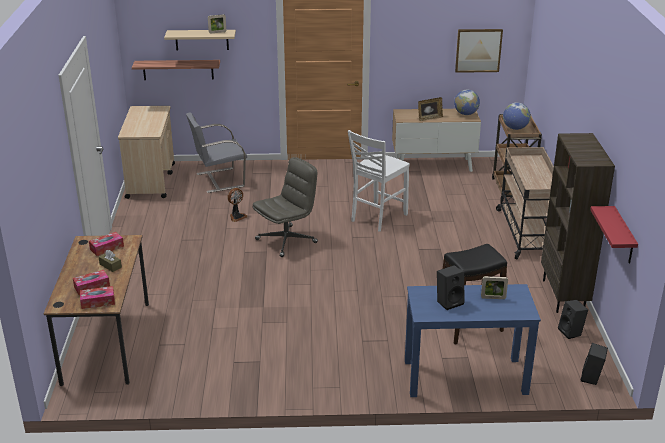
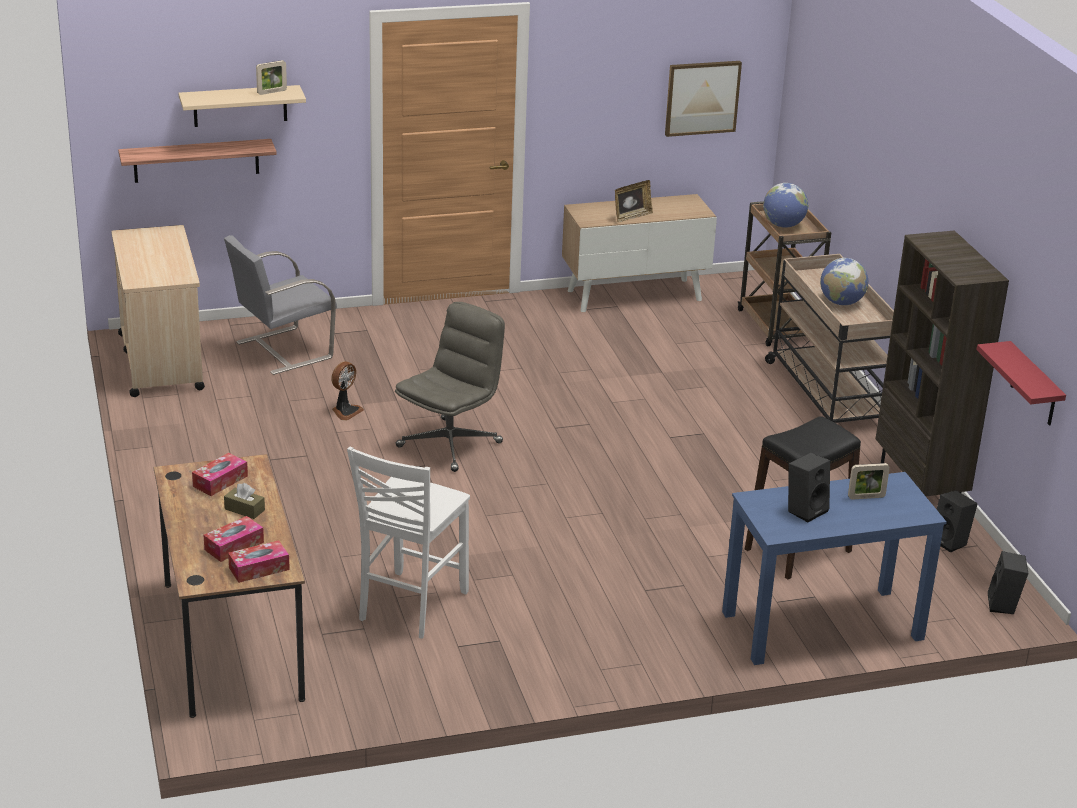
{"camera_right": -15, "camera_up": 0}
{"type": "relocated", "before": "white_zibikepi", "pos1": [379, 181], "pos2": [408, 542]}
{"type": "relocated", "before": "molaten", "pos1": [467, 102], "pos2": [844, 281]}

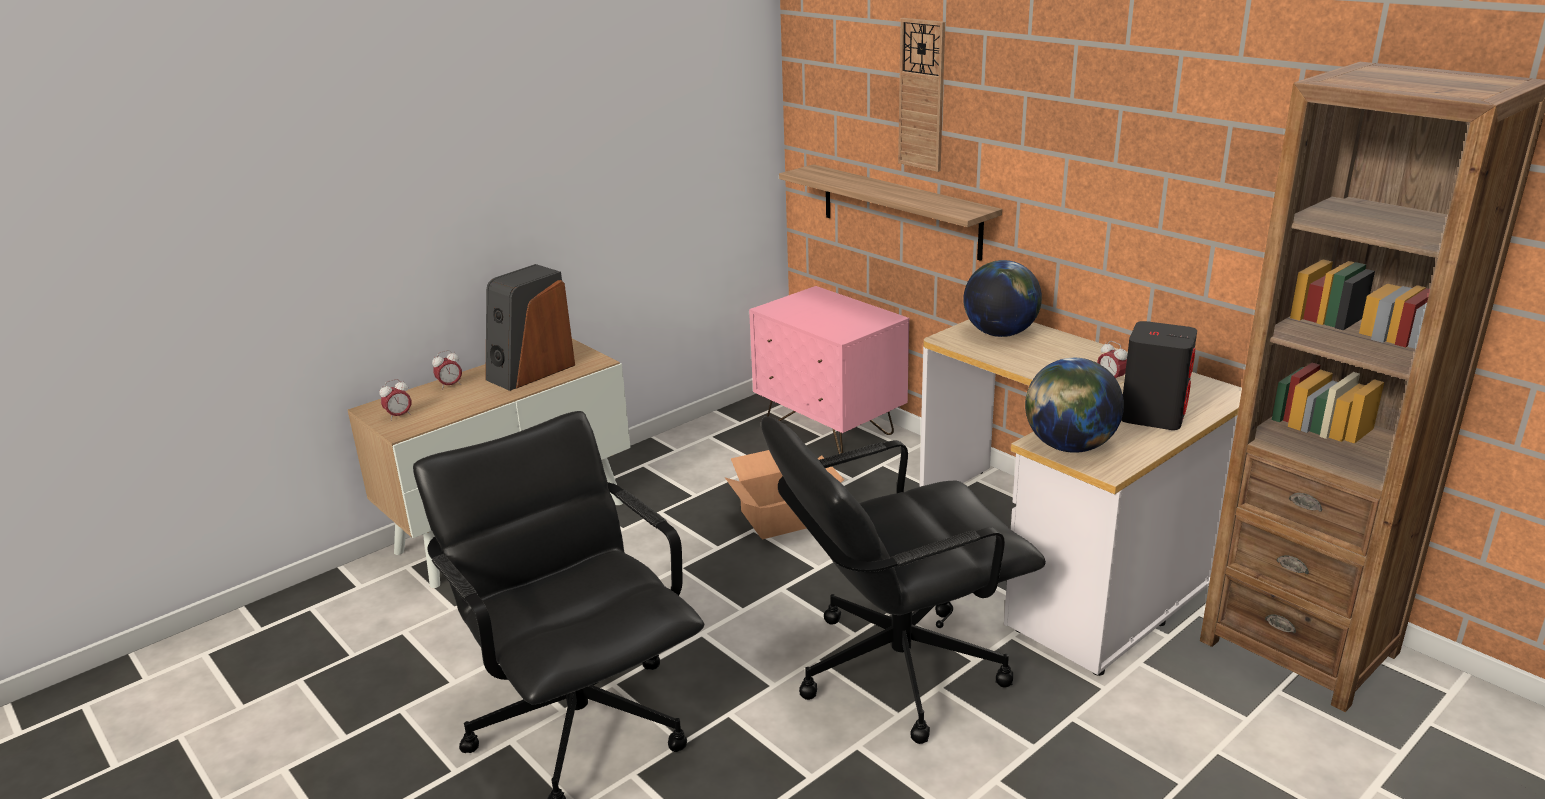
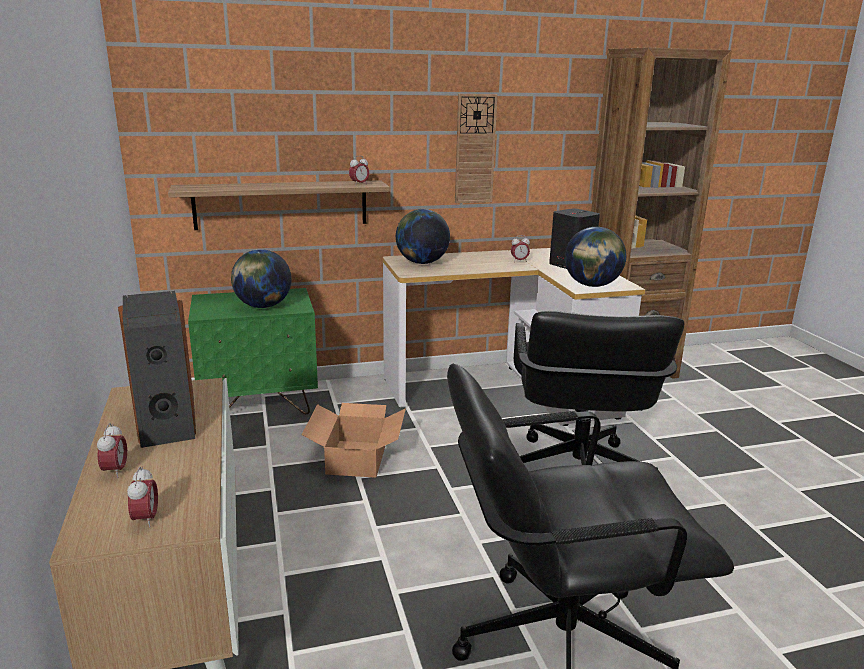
{"camera_right": -65, "camera_up": -5}
{"type": "colour", "before": "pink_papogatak", "after": "green_papogatak", "pos1": [829, 370], "pos2": [253, 351]}
{"type": "appeared", "after": "molaten", "pos2": [261, 278]}
{"type": "appeared", "after": "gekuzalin", "pos2": [359, 171]}
{"type": "relocated", "before": "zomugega", "pos1": [921, 95], "pos2": [476, 148]}

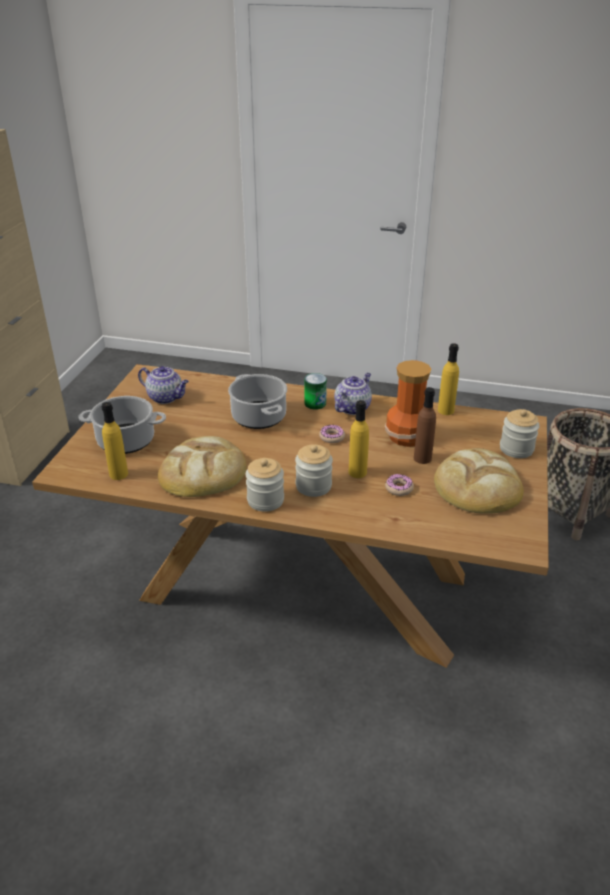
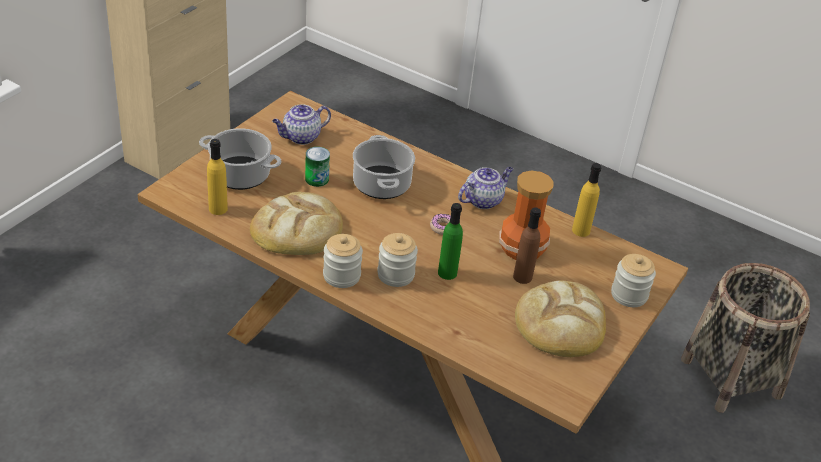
{"camera_right": 15, "camera_up": 5}
{"type": "spun", "before": "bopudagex", "pos1": [163, 385], "pos2": [301, 124], "turn": 105}
{"type": "relocated", "before": "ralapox", "pos1": [316, 391], "pos2": [317, 167]}
{"type": "colour", "before": "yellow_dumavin", "after": "green_dumavin", "pos1": [358, 439], "pos2": [450, 241]}
{"type": "missing", "before": "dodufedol", "pos1": [399, 485]}

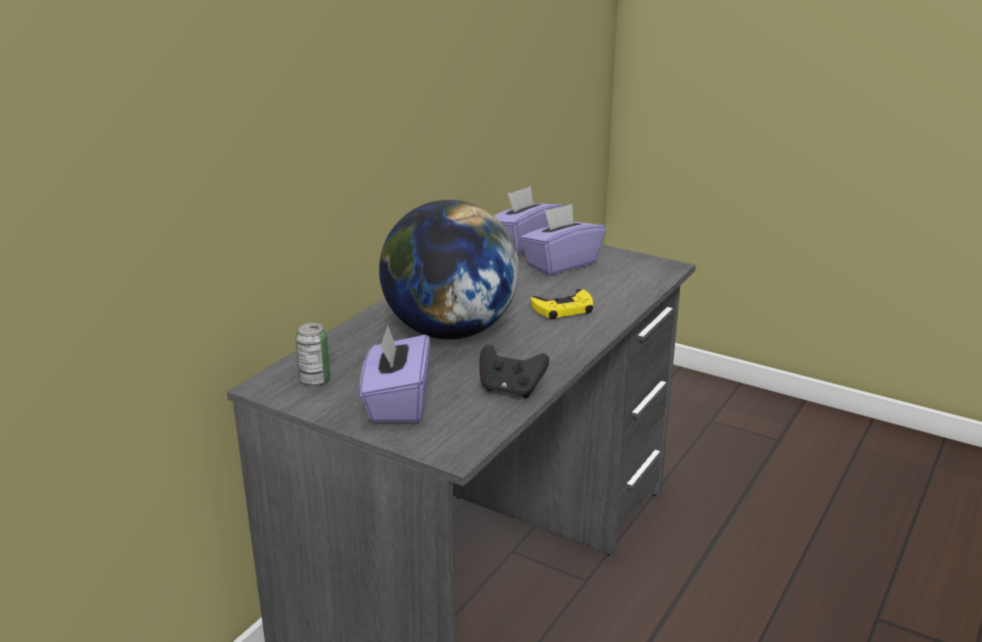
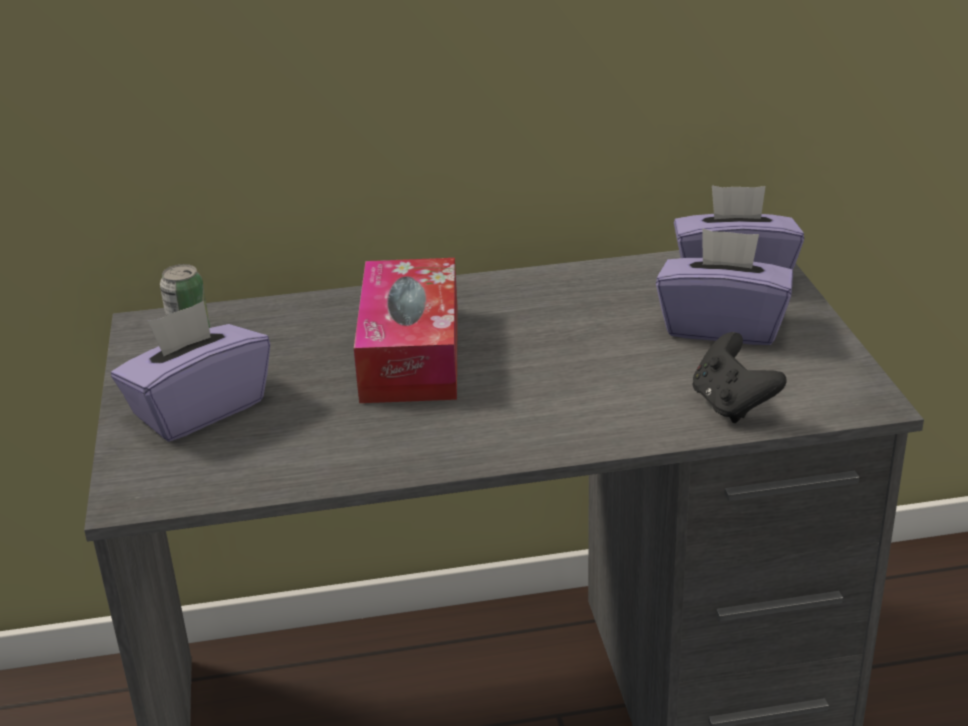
{"camera_right": 50, "camera_up": 5}
{"type": "exchanged", "before": "molaten", "after": "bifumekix", "pos1": [449, 270], "pos2": [406, 330]}
{"type": "relocated", "before": "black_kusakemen", "pos1": [514, 371], "pos2": [740, 377]}
{"type": "missing", "before": "yellow_kusakemen", "pos1": [562, 304]}

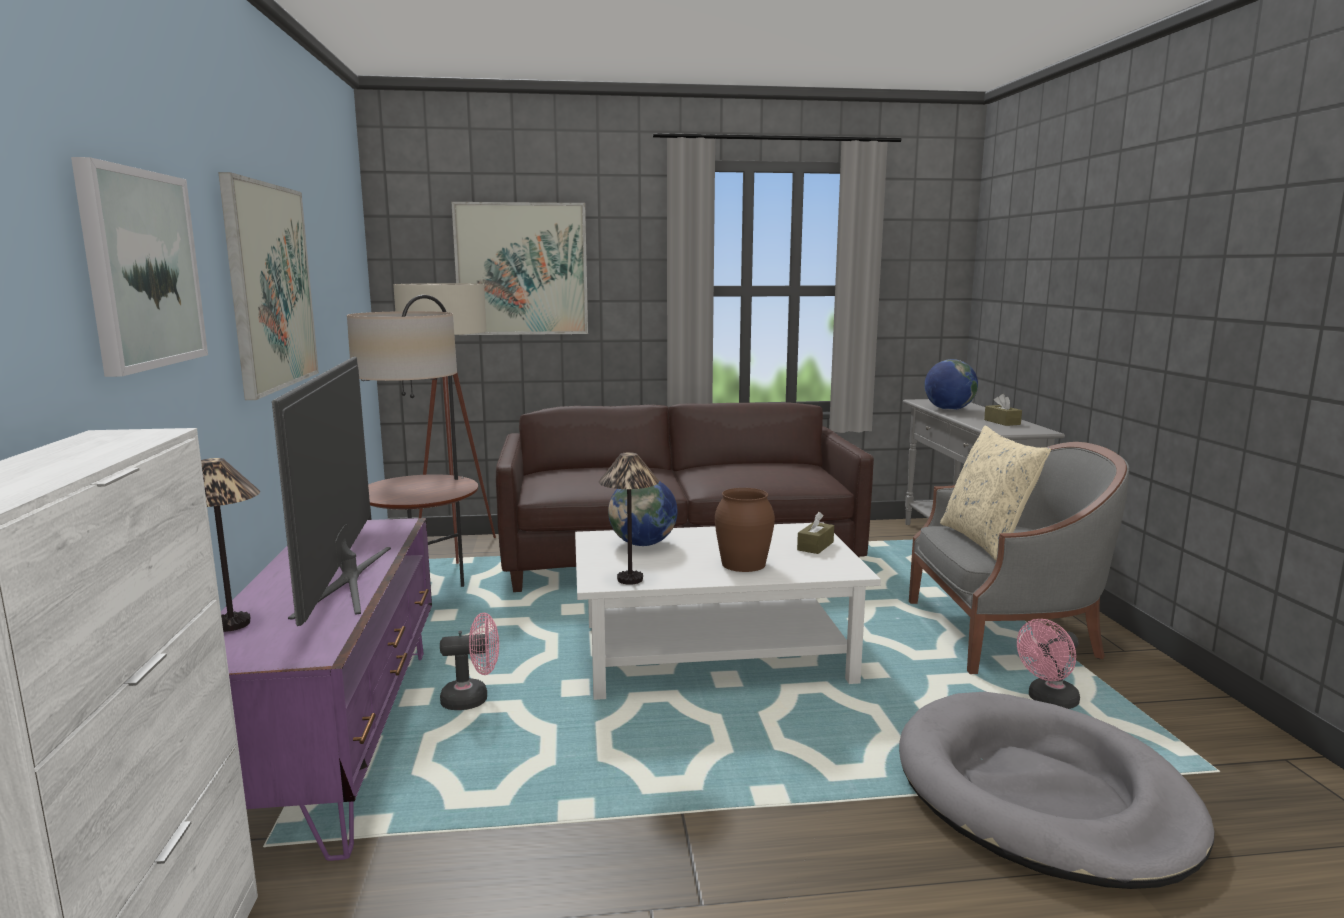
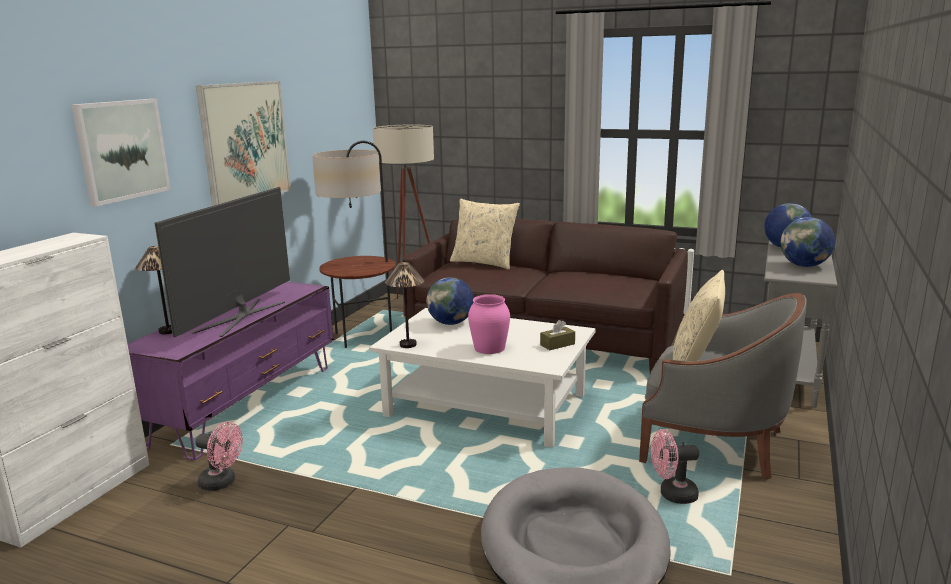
{"camera_right": 30, "camera_up": 5}
{"type": "relocated", "before": "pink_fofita", "pos1": [469, 661], "pos2": [219, 456]}
{"type": "appeared", "after": "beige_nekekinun", "pos2": [485, 234]}
{"type": "colour", "before": "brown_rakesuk", "after": "pink_rakesuk", "pos1": [745, 530], "pos2": [489, 324]}
{"type": "exchanged", "before": "brown_bifumekix", "after": "molaten", "pos1": [1003, 410], "pos2": [808, 242]}
{"type": "missing", "before": "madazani", "pos1": [520, 268]}

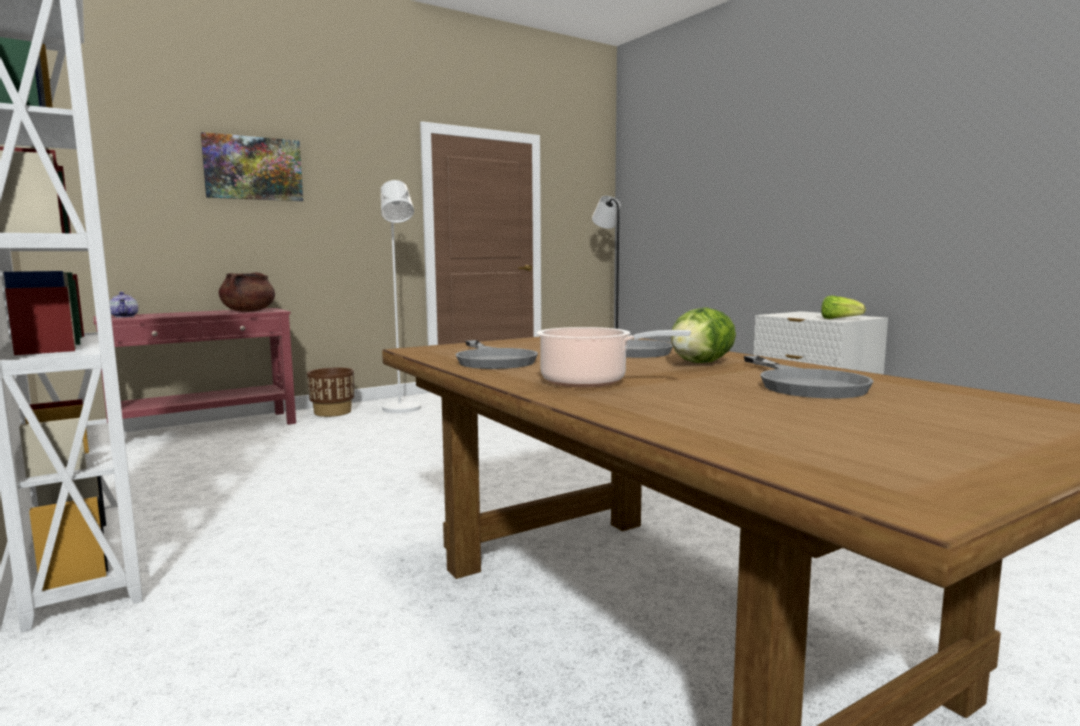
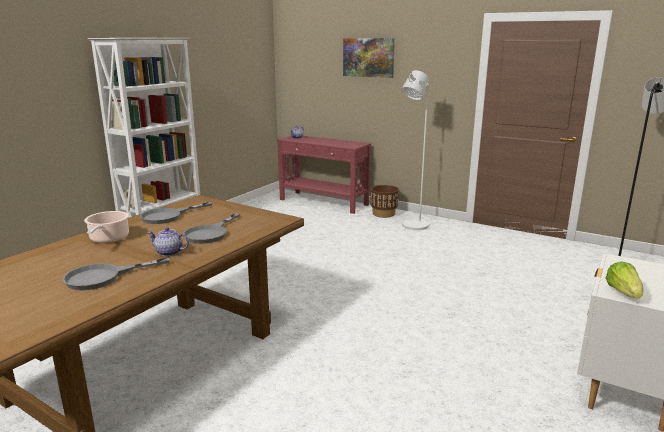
{"camera_right": 65, "camera_up": 10}
{"type": "exchanged", "before": "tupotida", "after": "bopudagex", "pos1": [703, 335], "pos2": [168, 241]}
{"type": "missing", "before": "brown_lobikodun", "pos1": [247, 292]}

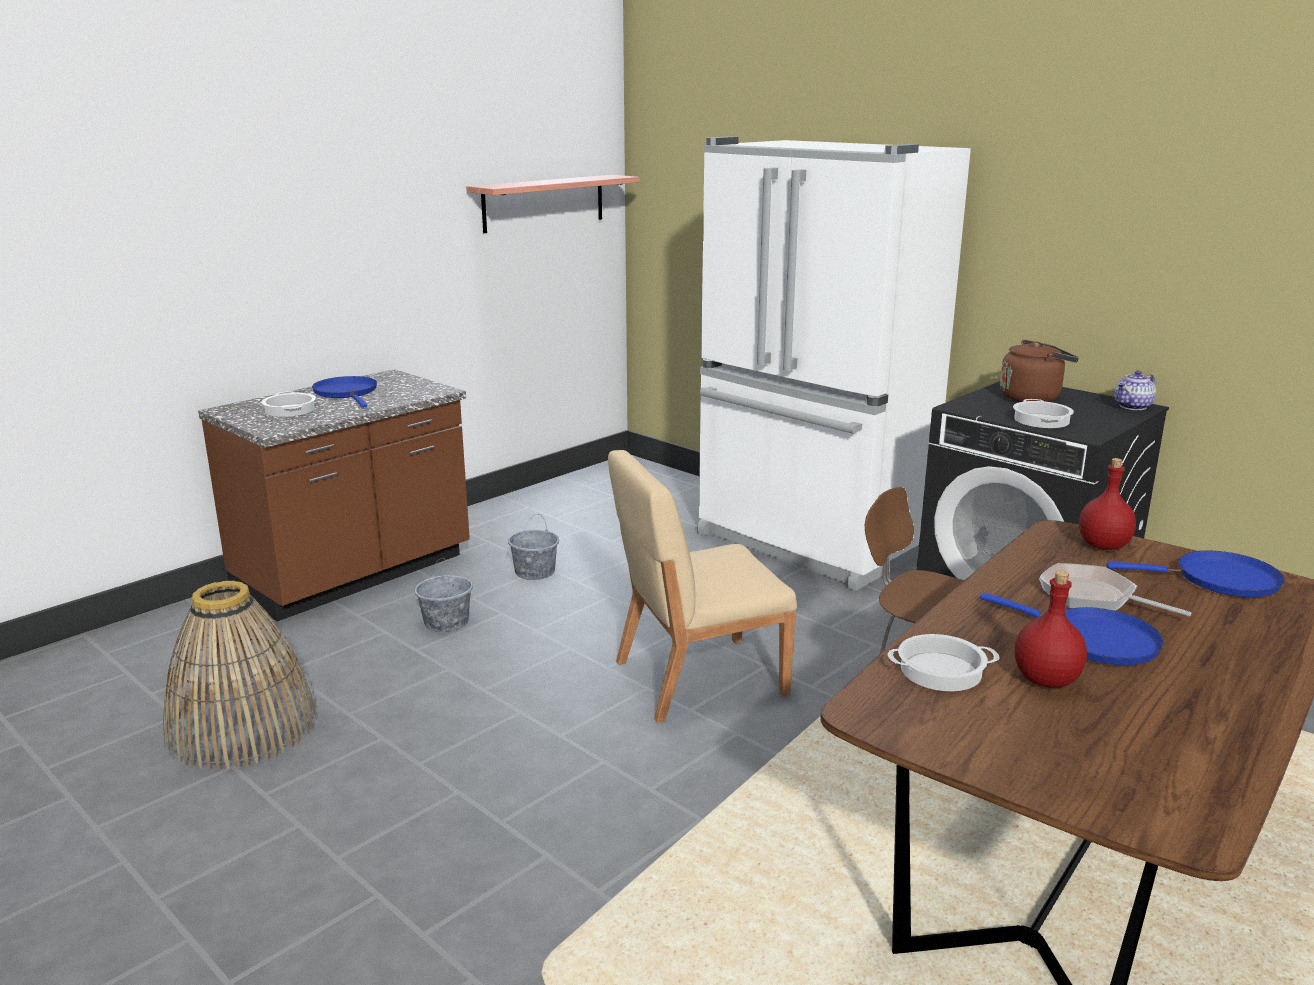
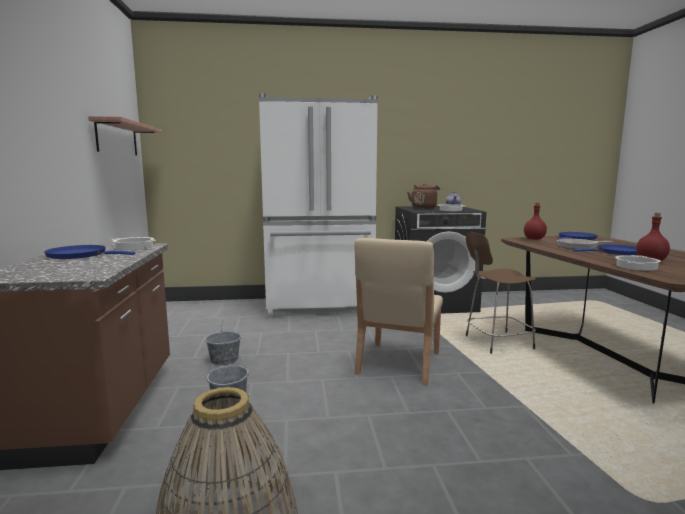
{"camera_right": -50, "camera_up": -10}
{"type": "relocated", "before": "lobikodun", "pos1": [288, 404], "pos2": [134, 243]}

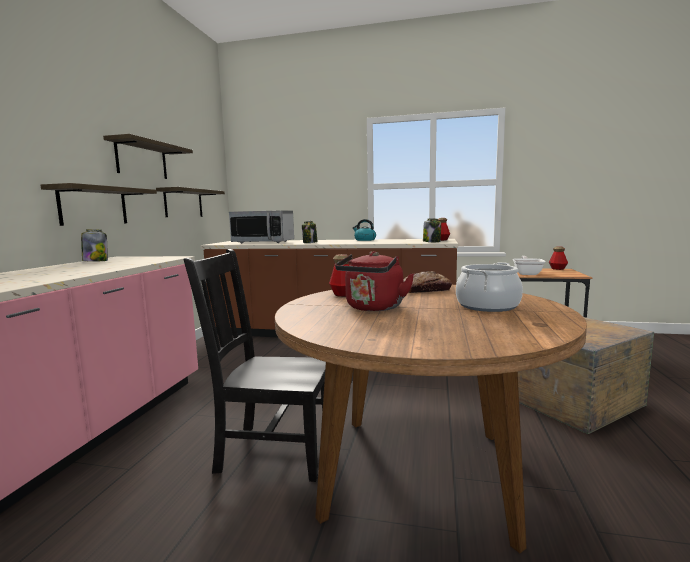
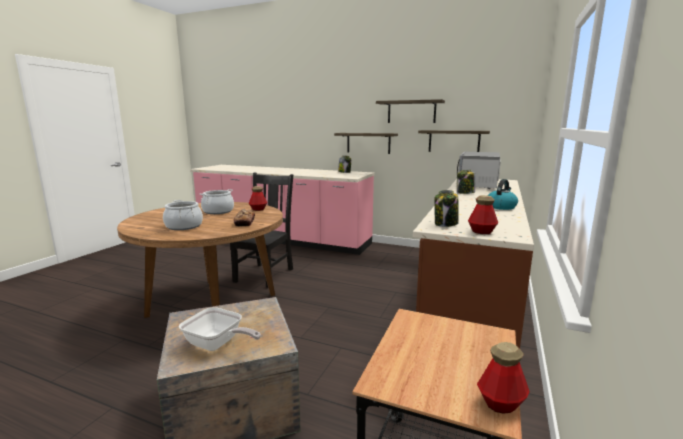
{"camera_right": 100, "camera_up": 5}
{"type": "relocated", "before": "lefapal", "pos1": [529, 265], "pos2": [220, 329]}
{"type": "exchanged", "before": "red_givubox", "after": "lobikodun", "pos1": [374, 281], "pos2": [217, 201]}

